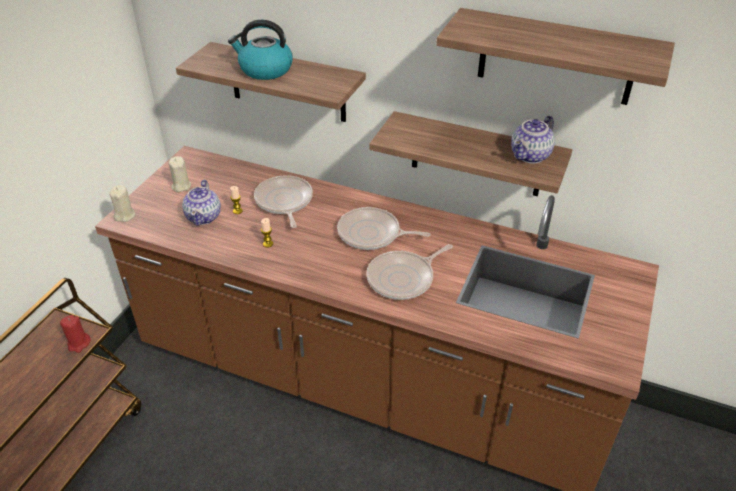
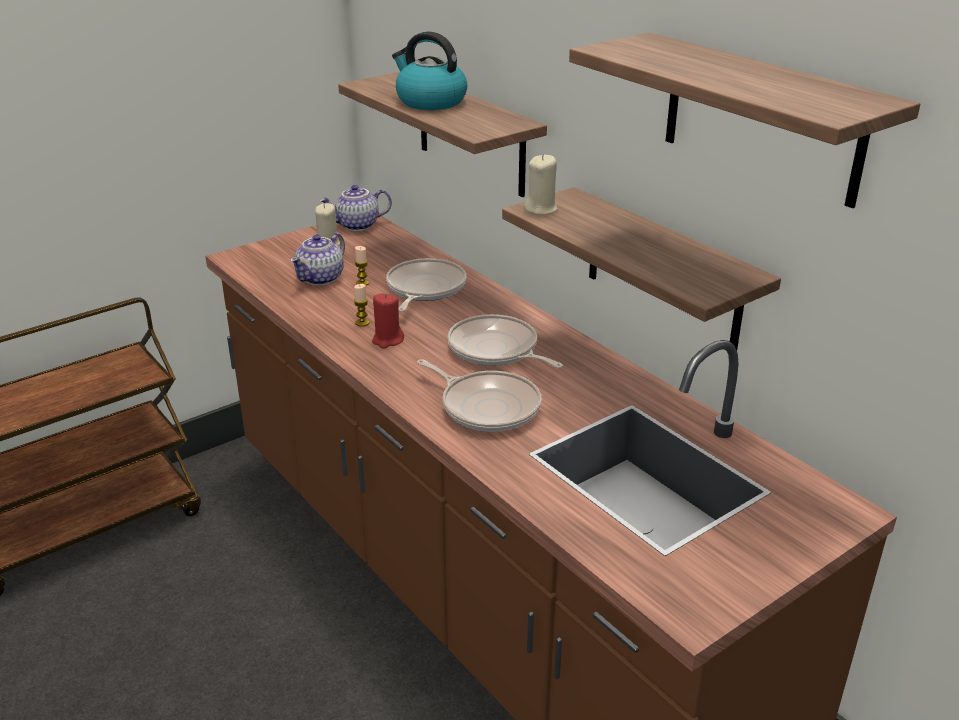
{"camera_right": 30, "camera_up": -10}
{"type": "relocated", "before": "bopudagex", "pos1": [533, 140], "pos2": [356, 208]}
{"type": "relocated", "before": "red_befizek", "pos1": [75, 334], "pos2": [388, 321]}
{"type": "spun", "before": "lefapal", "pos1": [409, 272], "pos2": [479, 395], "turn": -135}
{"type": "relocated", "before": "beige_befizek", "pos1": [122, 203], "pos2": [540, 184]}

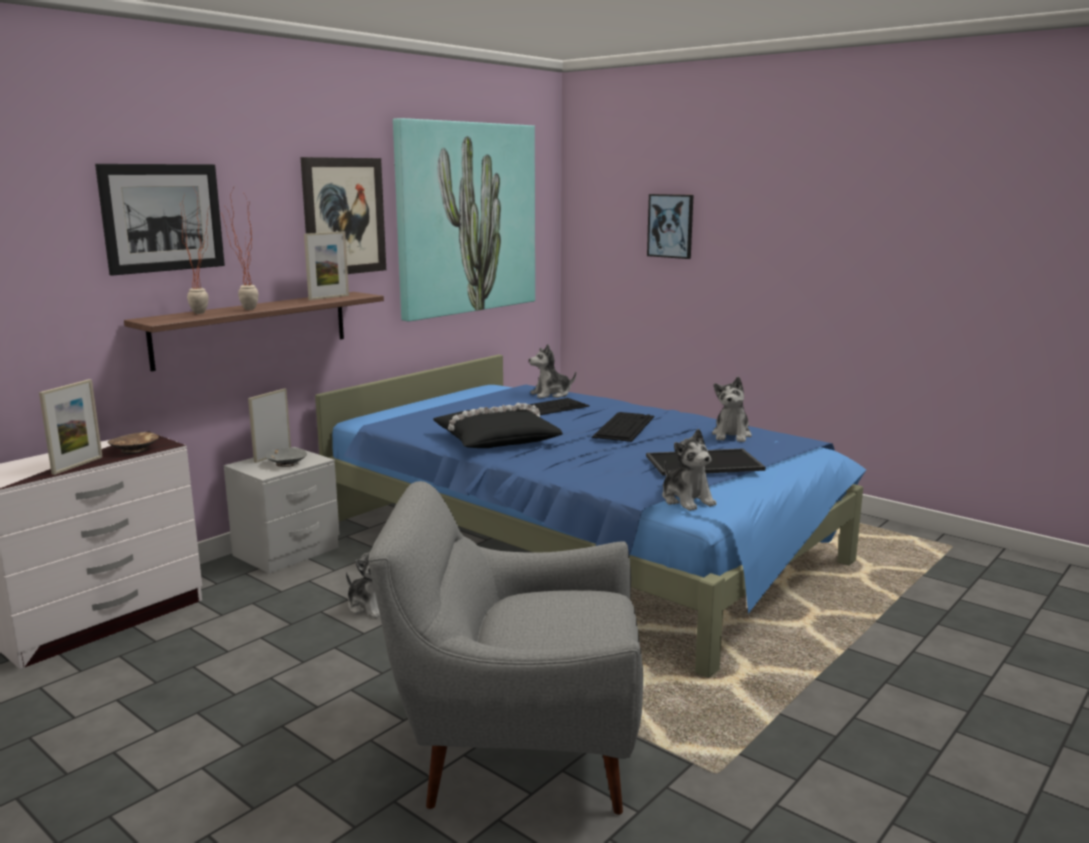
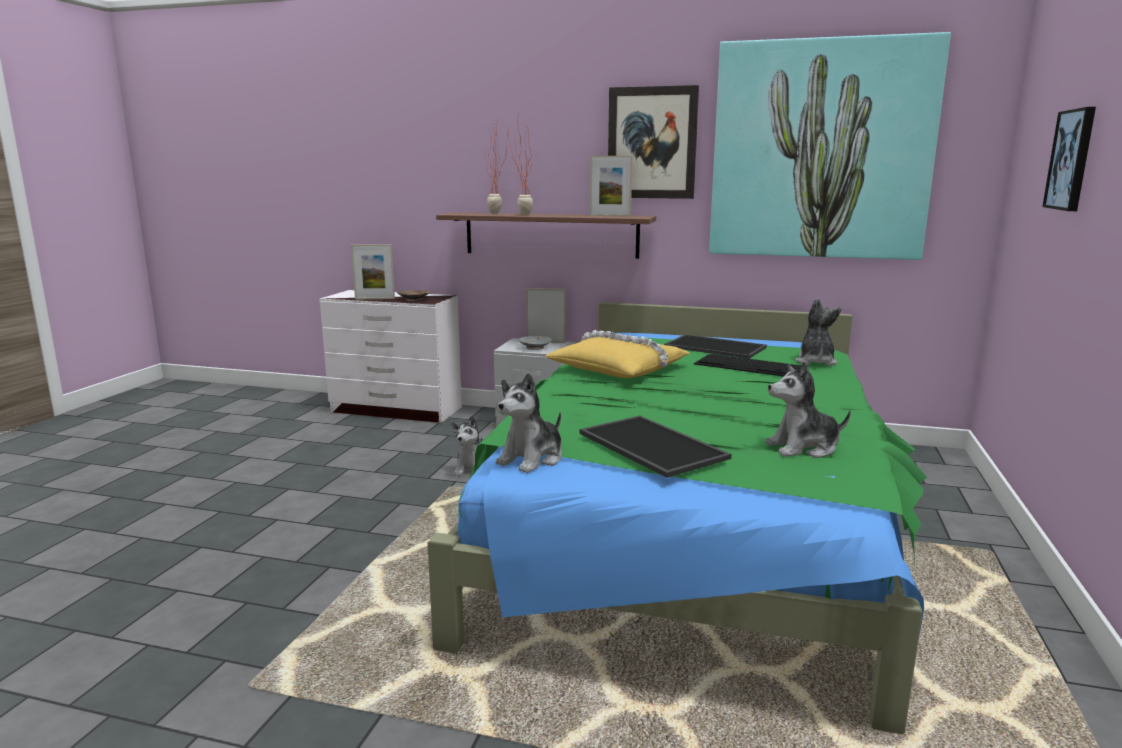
{"camera_right": 65, "camera_up": 0}
{"type": "colour", "before": "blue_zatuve", "after": "green_zatuve", "pos1": [590, 516], "pos2": [677, 518]}
{"type": "colour", "before": "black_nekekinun", "after": "yellow_nekekinun", "pos1": [498, 425], "pos2": [617, 354]}
{"type": "appeared", "after": "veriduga", "pos2": [715, 346]}
{"type": "spun", "before": "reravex", "pos1": [552, 371], "pos2": [818, 332], "turn": 60}
{"type": "missing", "before": "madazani", "pos1": [160, 220]}
{"type": "missing", "before": "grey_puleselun", "pos1": [506, 648]}
{"type": "missing", "before": "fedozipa", "pos1": [623, 427]}

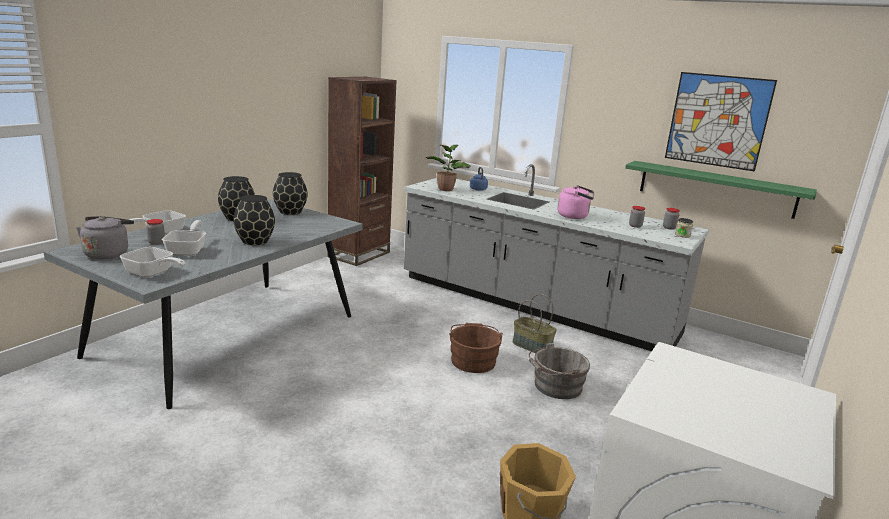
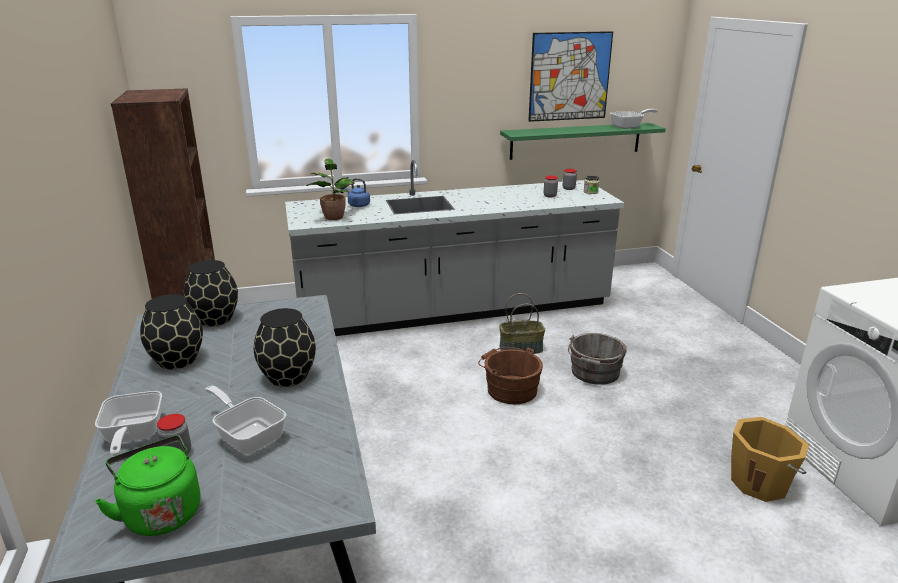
{"camera_right": -45, "camera_up": 5}
{"type": "colour", "before": "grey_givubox", "after": "green_givubox", "pos1": [105, 237], "pos2": [148, 485]}
{"type": "relocated", "before": "lefapal", "pos1": [152, 262], "pos2": [634, 119]}
{"type": "missing", "before": "pink_givubox", "pos1": [576, 202]}

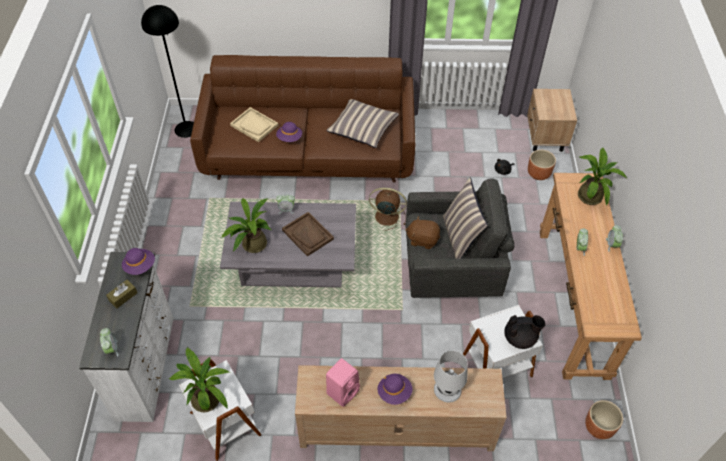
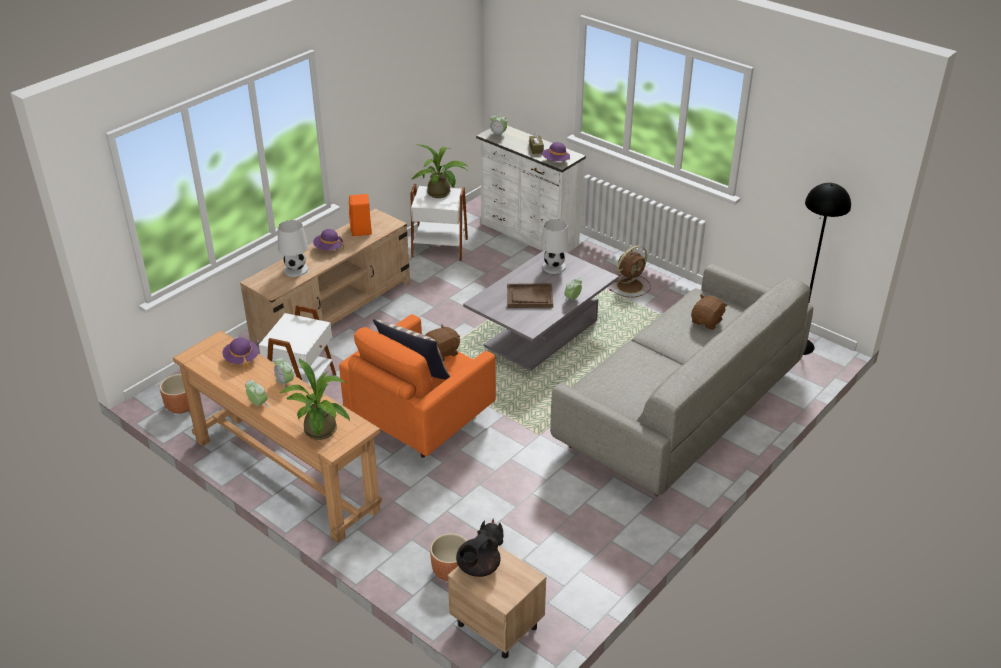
{"camera_right": 130, "camera_up": -15}
{"type": "relocated", "before": "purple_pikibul", "pos1": [289, 132], "pos2": [241, 353]}
{"type": "colour", "before": "grey_puleselun", "after": "orange_puleselun", "pos1": [460, 238], "pos2": [417, 386]}
{"type": "colour", "before": "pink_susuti", "after": "orange_susuti", "pos1": [343, 382], "pos2": [360, 215]}
{"type": "relocated", "before": "black_bopudagex", "pos1": [525, 332], "pos2": [478, 553]}
{"type": "exchanged", "before": "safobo", "after": "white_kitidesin", "pos1": [246, 225], "pos2": [555, 246]}
{"type": "colour", "before": "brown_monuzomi", "after": "grey_monuzomi", "pos1": [302, 119], "pos2": [681, 380]}
{"type": "relocated", "before": "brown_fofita", "pos1": [388, 209], "pos2": [630, 271]}
{"type": "exchanged", "before": "beige_veriduga", "after": "brown_reravex", "pos1": [254, 124], "pos2": [709, 312]}
{"type": "missing", "before": "nekekinun", "pos1": [362, 123]}

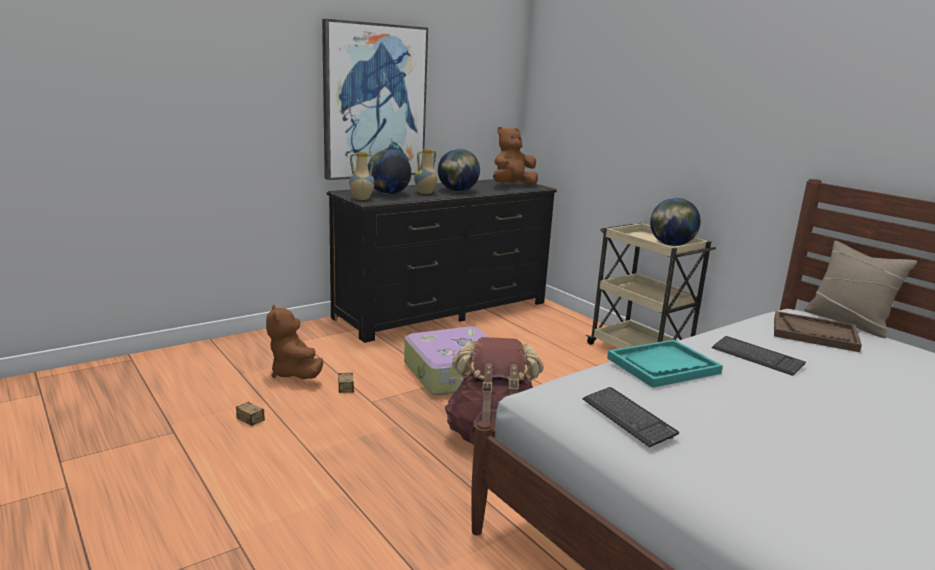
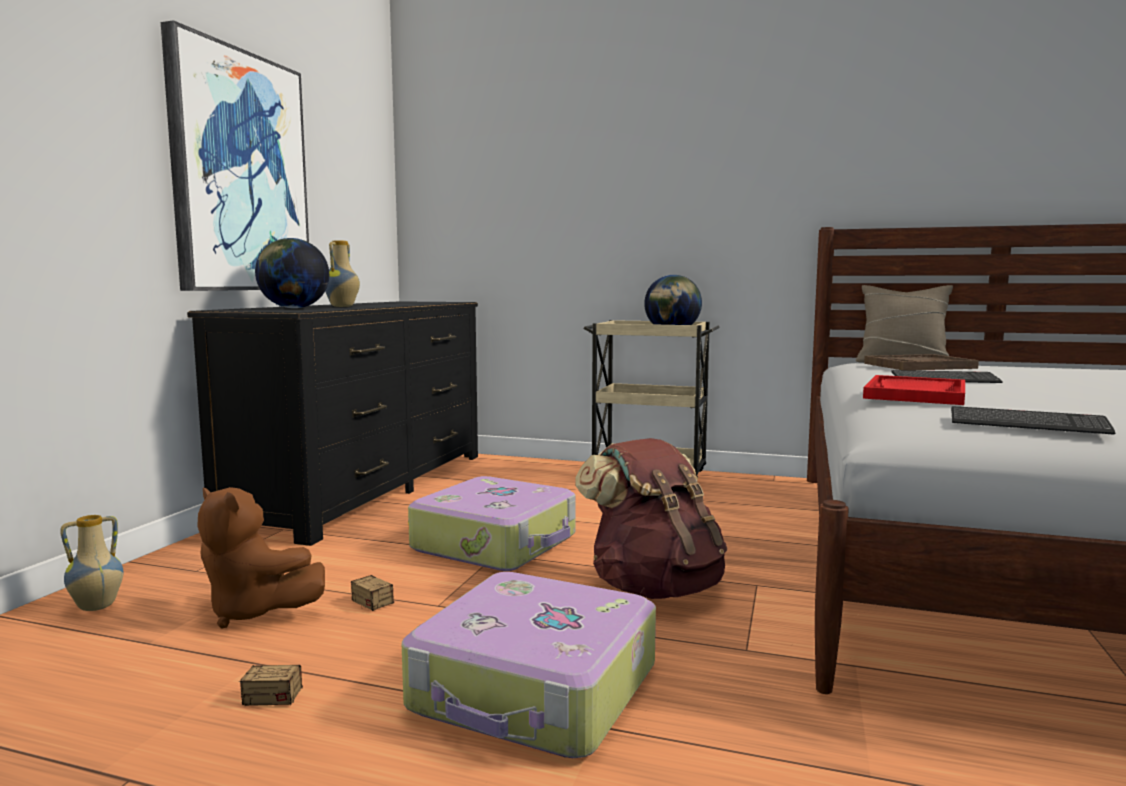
{"camera_right": -35, "camera_up": -10}
{"type": "relocated", "before": "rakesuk", "pos1": [362, 176], "pos2": [92, 563]}
{"type": "appeared", "after": "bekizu", "pos2": [529, 665]}
{"type": "colour", "before": "turquoise_veriduga", "after": "red_veriduga", "pos1": [665, 364], "pos2": [914, 390]}
{"type": "missing", "before": "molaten", "pos1": [459, 170]}
{"type": "missing", "before": "brown_reravex", "pos1": [515, 156]}

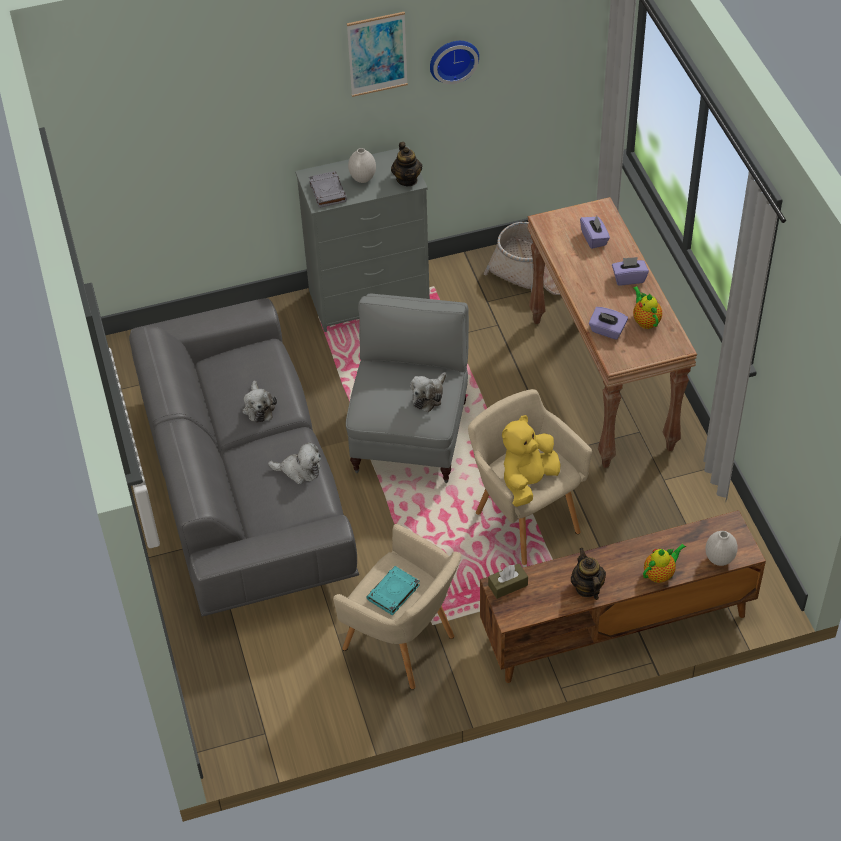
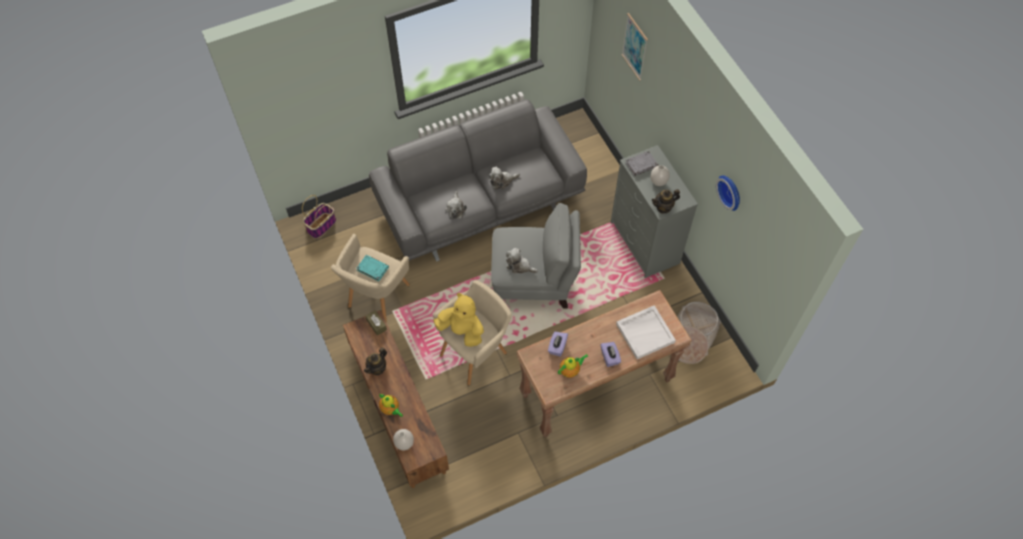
{"camera_right": 80, "camera_up": 10}
{"type": "appeared", "after": "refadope", "pos2": [319, 217]}
{"type": "spun", "before": "bopudagex", "pos1": [588, 574], "pos2": [375, 361], "turn": 150}
{"type": "exchanged", "before": "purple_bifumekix", "after": "white_veriduga", "pos1": [595, 232], "pos2": [646, 332]}
{"type": "relocated", "before": "madazani", "pos1": [377, 54], "pos2": [635, 47]}

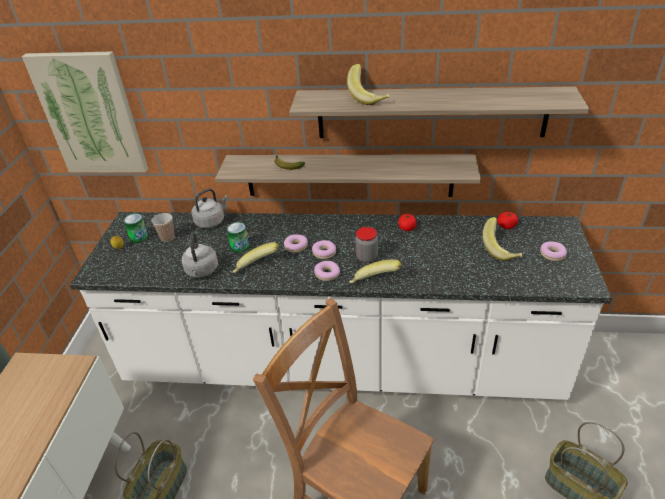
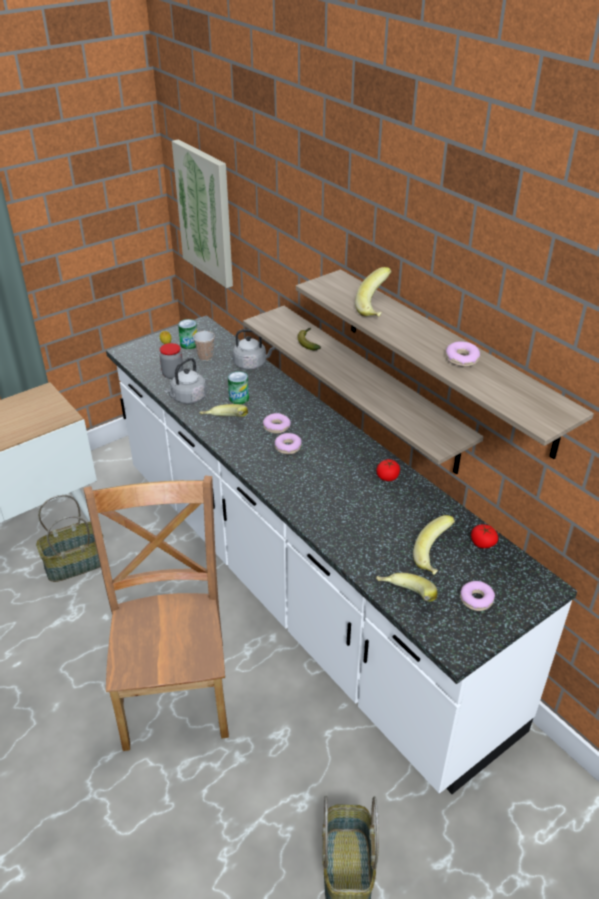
{"camera_right": 45, "camera_up": 0}
{"type": "relocated", "before": "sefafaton", "pos1": [366, 245], "pos2": [171, 361]}
{"type": "relocated", "before": "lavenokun", "pos1": [375, 271], "pos2": [406, 587]}
{"type": "relocated", "before": "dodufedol", "pos1": [327, 271], "pos2": [463, 354]}

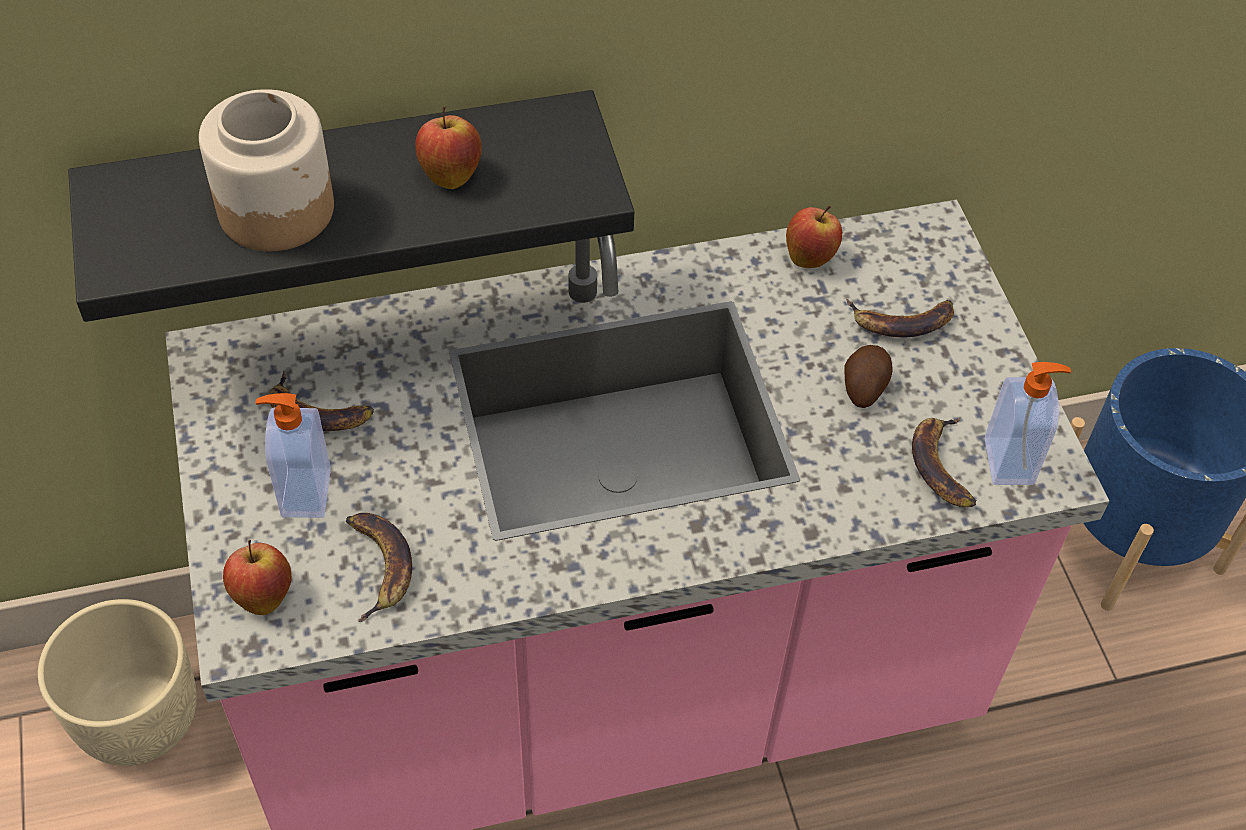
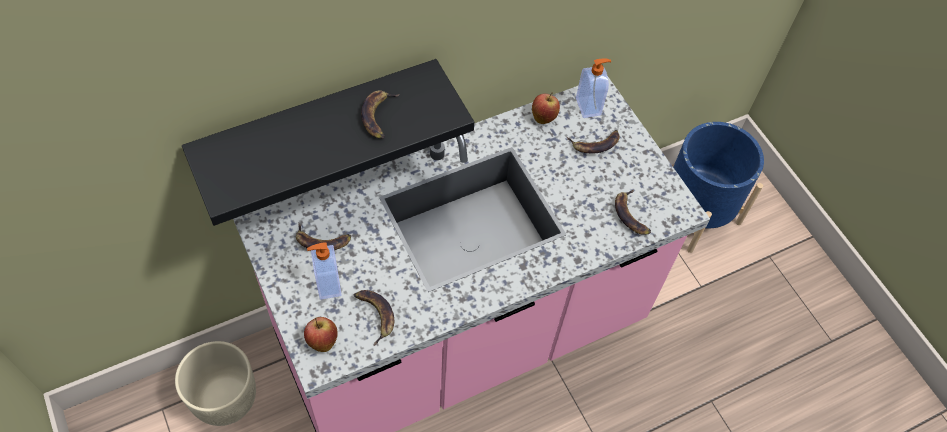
{"camera_right": -15, "camera_up": 5}
{"type": "exchanged", "before": "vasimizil", "after": "lavenokun", "pos1": [448, 147], "pos2": [380, 114]}
{"type": "relocated", "before": "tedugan", "pos1": [1028, 423], "pos2": [593, 88]}
{"type": "missing", "before": "sefafaton", "pos1": [266, 170]}
{"type": "missing", "before": "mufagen", "pos1": [868, 376]}

